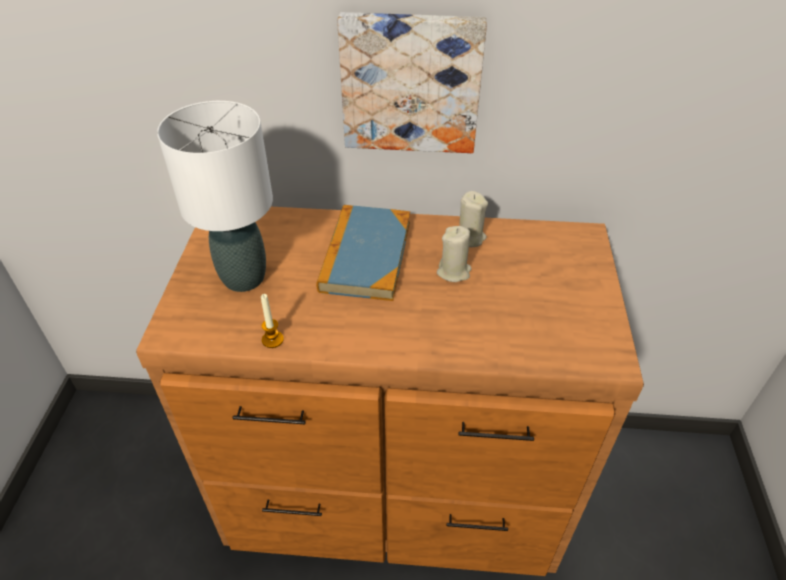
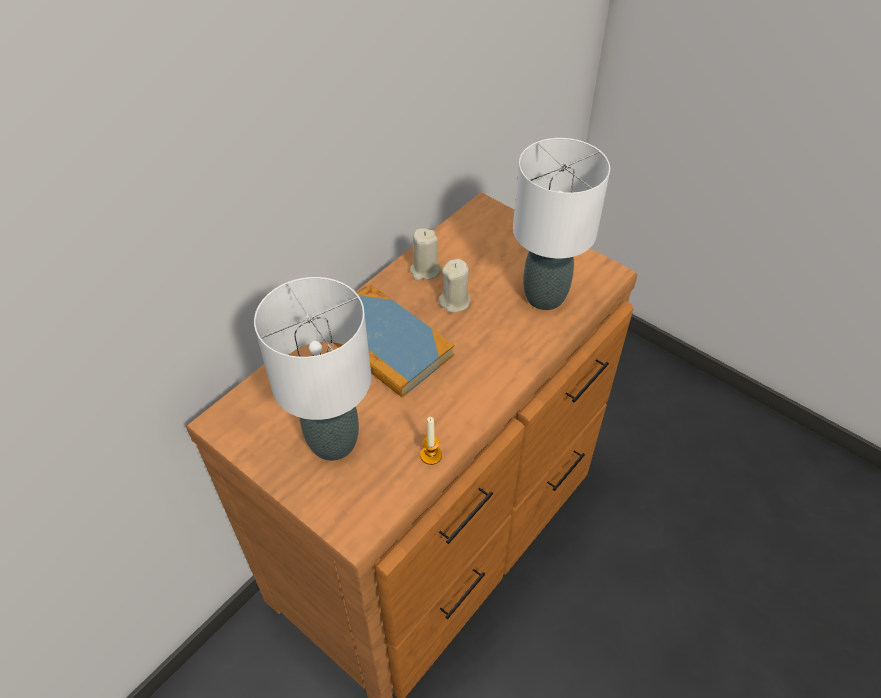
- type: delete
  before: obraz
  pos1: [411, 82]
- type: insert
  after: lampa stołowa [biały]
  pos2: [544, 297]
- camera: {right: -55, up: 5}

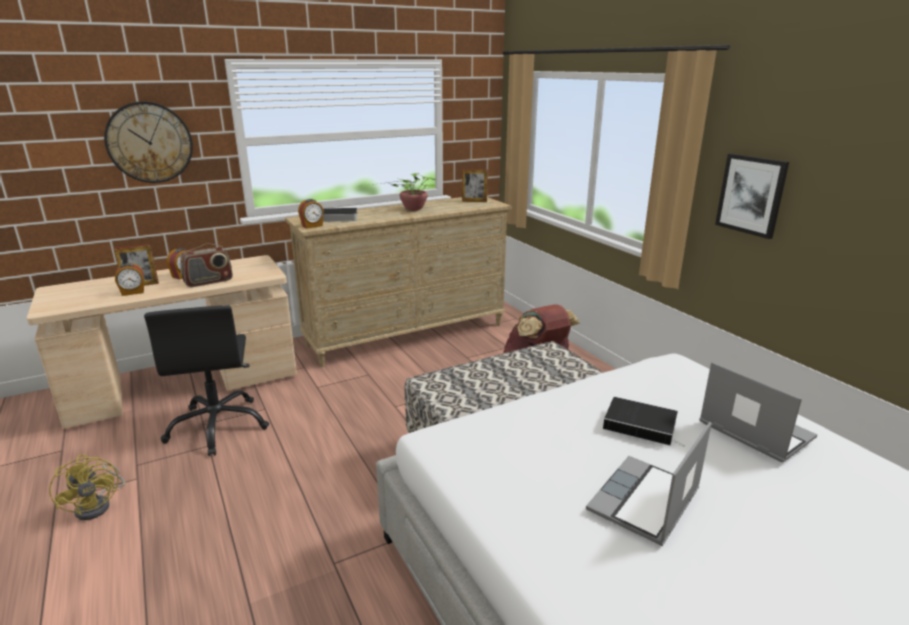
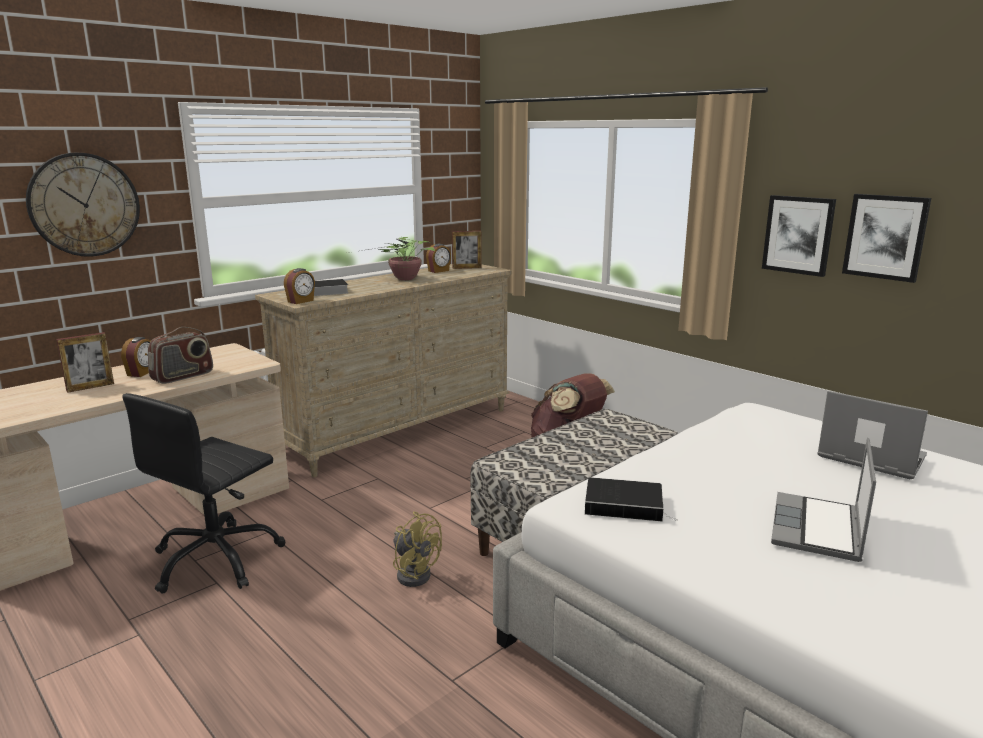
- type: move
  before: wentylator [żółty]
  pos1: [99, 505]
  pos2: [414, 572]
- type: move
  before: budzik
  pos1: [133, 292]
  pos2: [439, 271]
- type: rotate
  before: krzesło biurowe [czarny]
  pos1: [218, 426]
  pos2: [217, 559]
  turn: 60
- type: move
  before: książka
  pos1: [642, 425]
  pos2: [626, 504]
- type: insert
  after: obraz
  pos2: [885, 237]
- camera: {right: -15, up: -5}

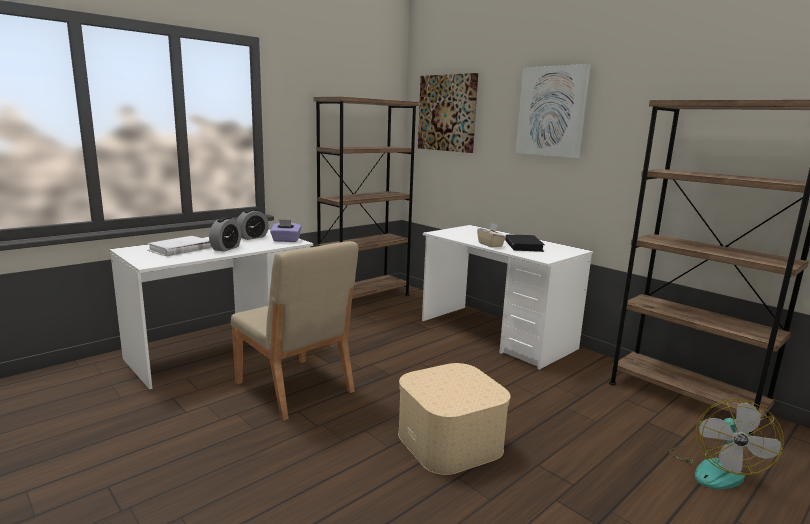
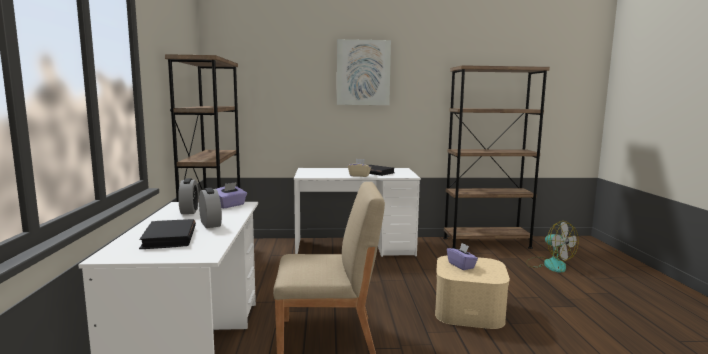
- type: recolor
  before: książka [biały]
  after: książka [czarny]
  pos1: [180, 249]
  pos2: [169, 238]
- type: delete
  before: obraz
  pos1: [447, 113]
- type: insert
  after: pudełko chusteczek [fioletowy]
  pos2: [461, 265]
- camera: {right: -50, up: -5}

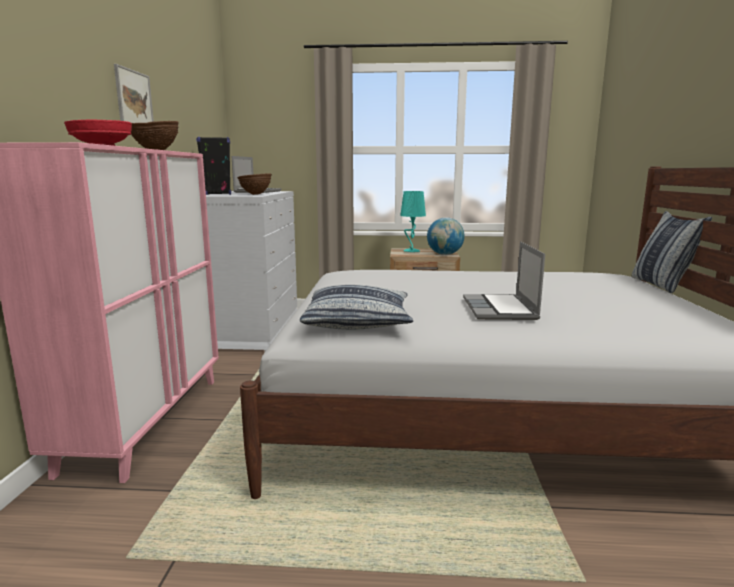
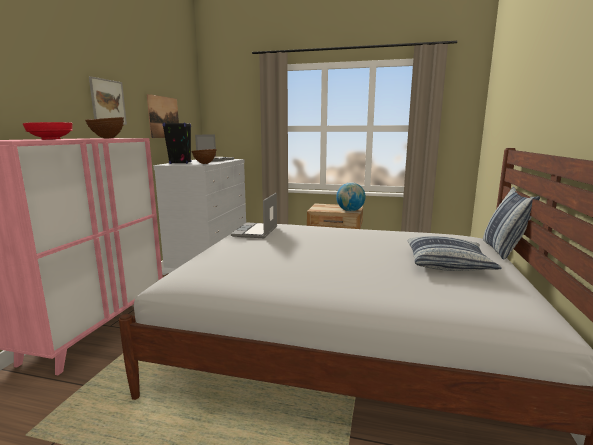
- type: move
  before: poduszka
  pos1: [358, 321]
  pos2: [448, 263]
- type: delete
  before: lampa stołowa [turkusowy]
  pos1: [411, 251]
- type: move
  before: laptop
  pos1: [500, 309]
  pos2: [256, 232]
- type: insert
  after: obraz
  pos2: [164, 117]
- camera: {right: 10, up: 0}

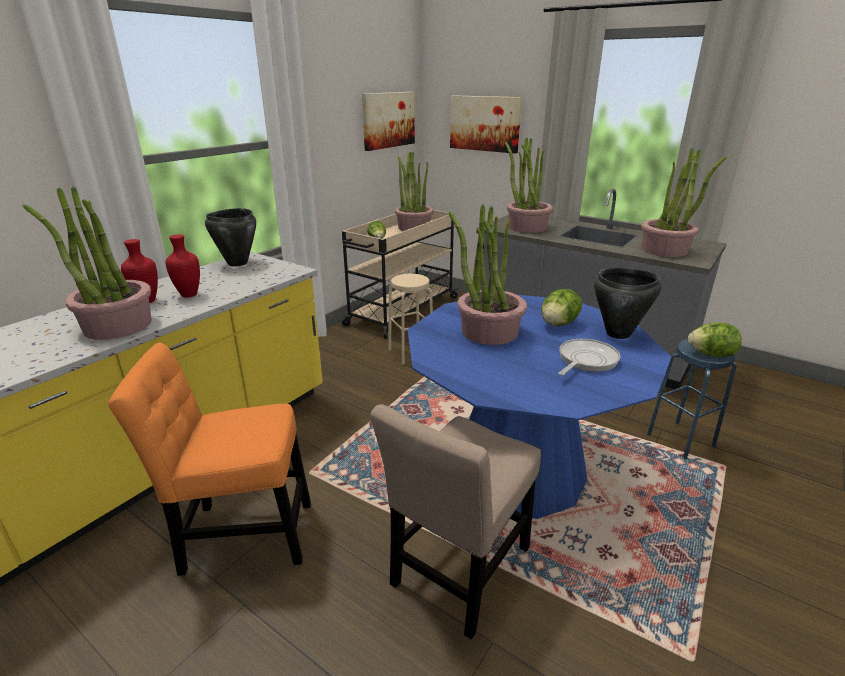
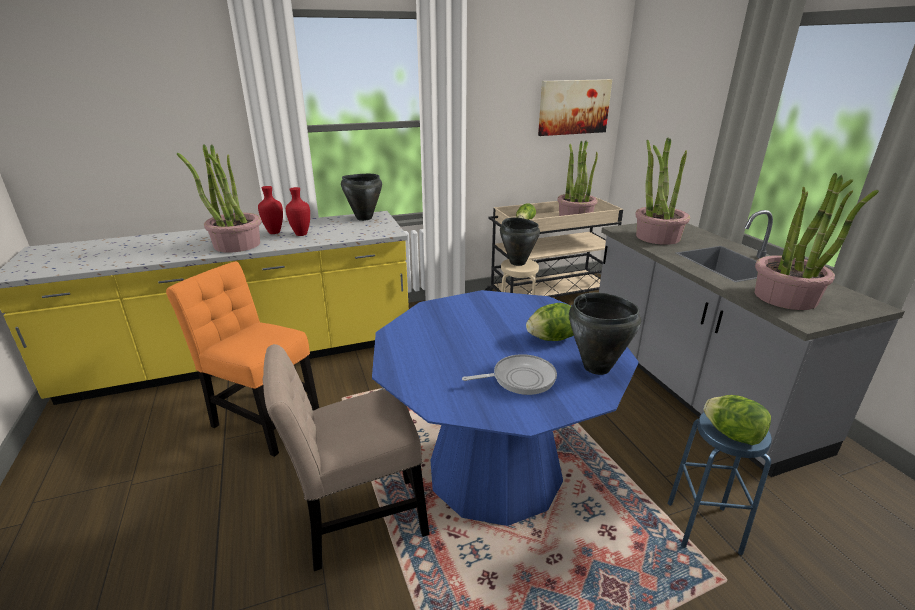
- type: delete
  before: roślina doniczkowa
  pos1: [489, 331]
- type: delete
  before: obraz
  pos1: [485, 123]
- type: insert
  after: garnek [czarny]
  pos2: [517, 262]
- camera: {right: 35, up: 0}

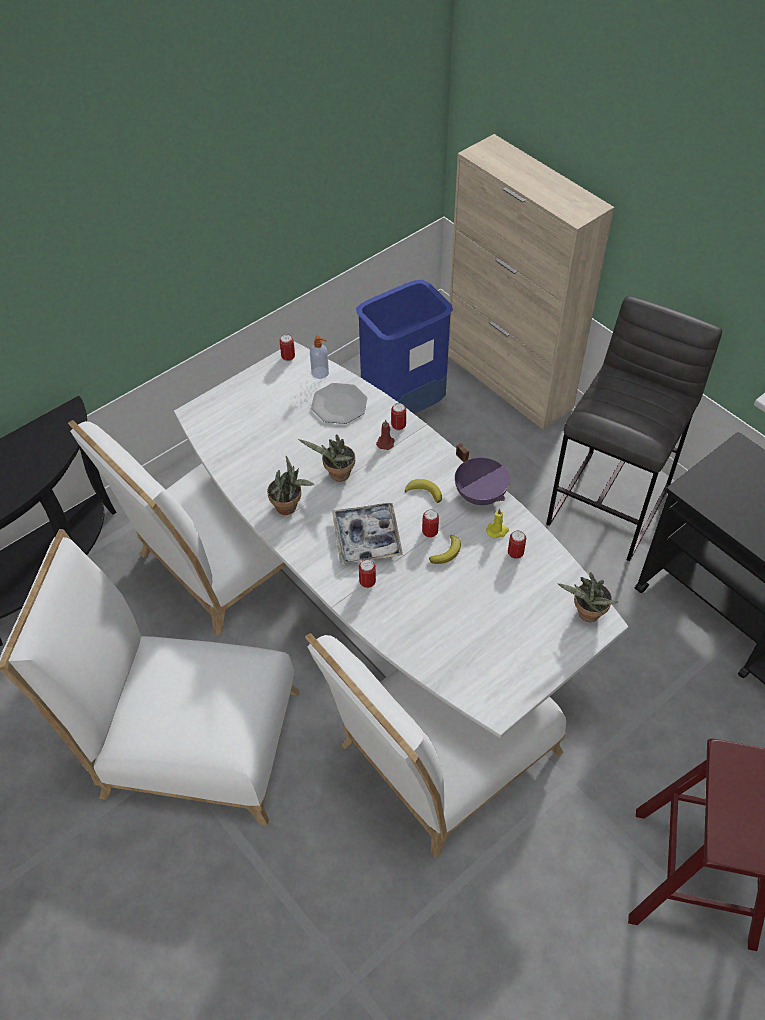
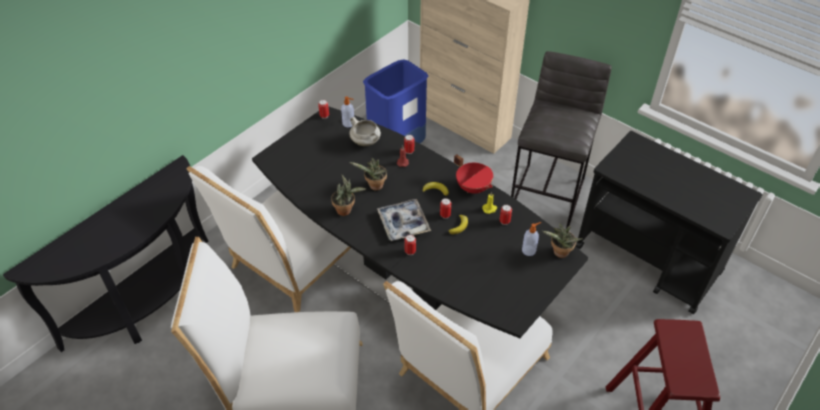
- type: recolor
  before: stół jadalny [biały]
  after: stół jadalny [czarny]
  pos1: [383, 608]
  pos2: [409, 280]
- type: replace
  before: talerz
  after: garnek [biały]
  pos1: [339, 405]
  pos2: [366, 142]
- type: recolor
  before: garnek [fioletowy]
  after: garnek [czerwony]
  pos1: [480, 494]
  pos2: [473, 187]
- type: insert
  after: dozownik mydła
  pos2: [529, 250]
- camera: {right: -10, up: -5}

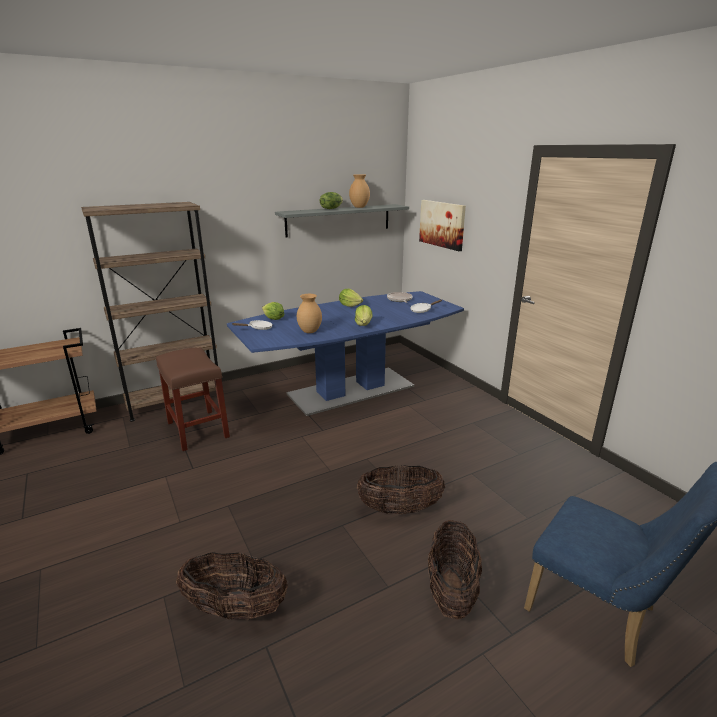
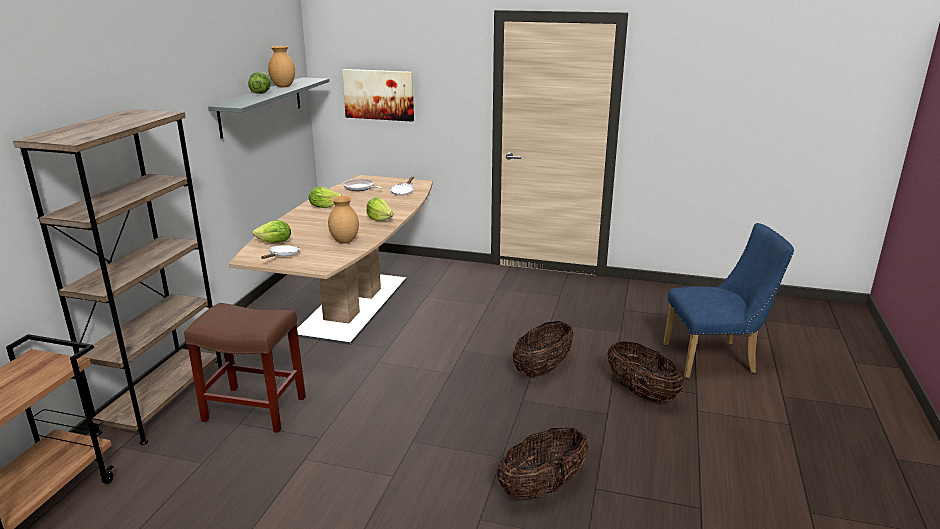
- type: recolor
  before: stół jadalny [niebieski]
  after: stół jadalny [brązowy]
  pos1: [350, 390]
  pos2: [353, 306]
- camera: {right: -45, up: 0}

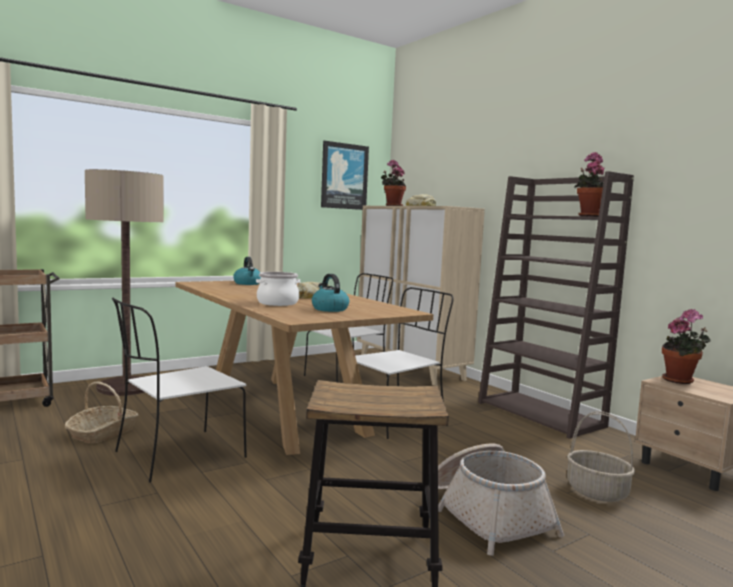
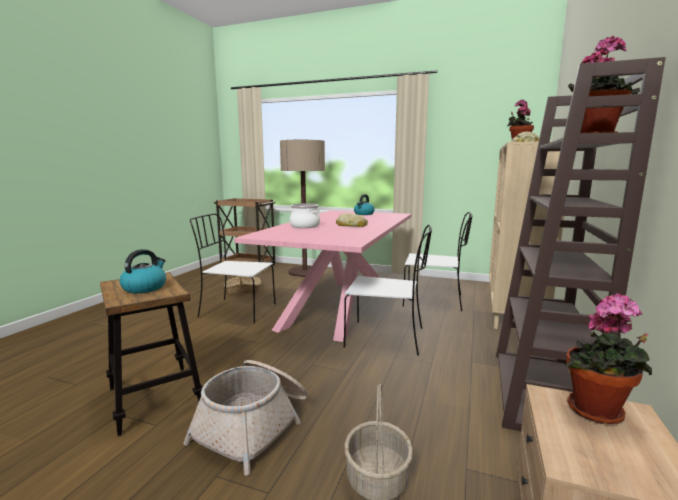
- type: recolor
  before: stół jadalny [brązowy]
  after: stół jadalny [różowy]
  pos1: [283, 408]
  pos2: [340, 306]
- type: move
  before: czajnik
  pos1: [329, 309]
  pos2: [145, 288]
- type: delete
  before: obraz
  pos1: [344, 176]
- camera: {right: 55, up: 5}

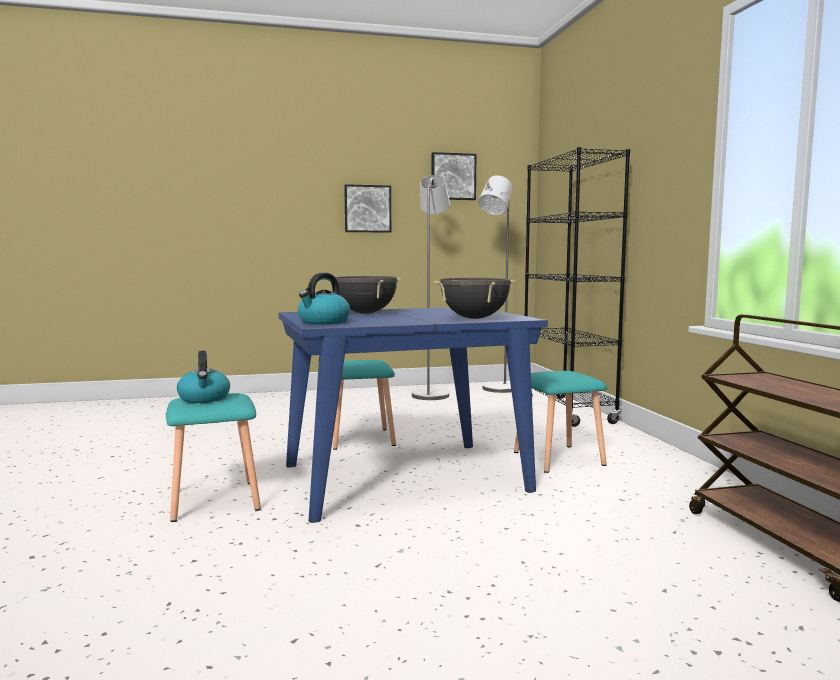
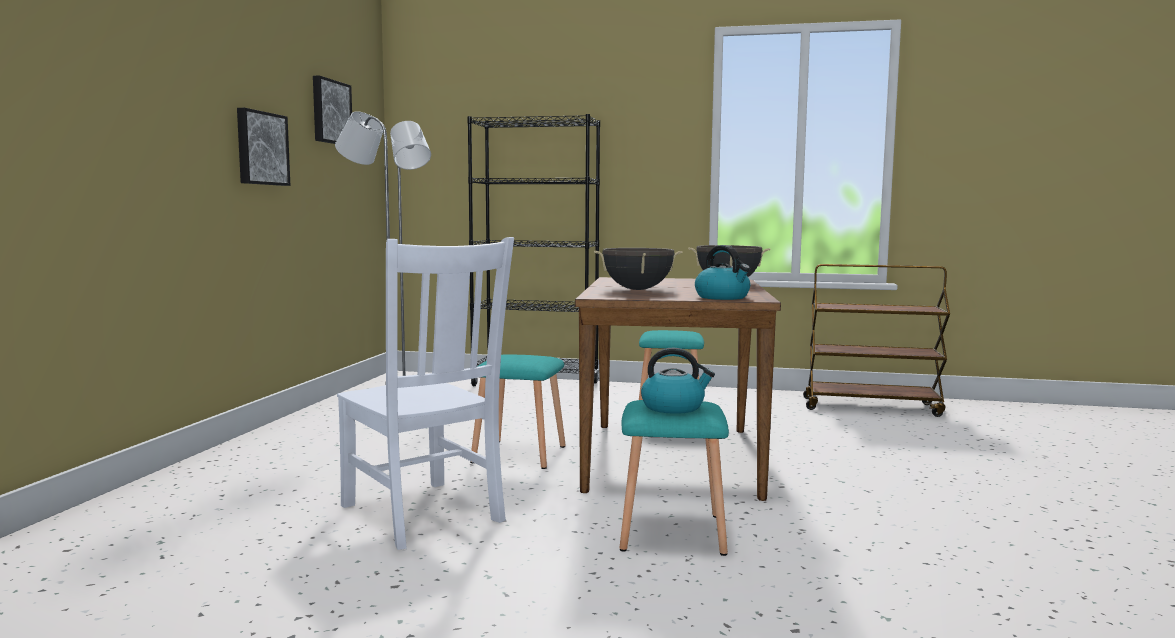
- type: recolor
  before: stół jadalny [niebieski]
  after: stół jadalny [brązowy]
  pos1: [406, 477]
  pos2: [671, 457]
- type: insert
  after: krzesło [biały]
  pos2: [423, 515]
- camera: {right: -65, up: 0}

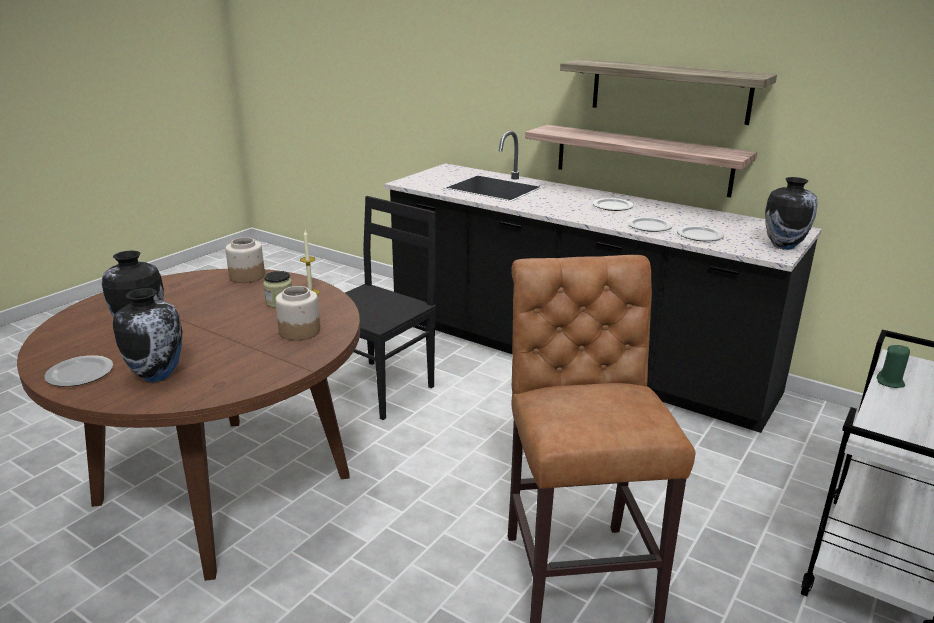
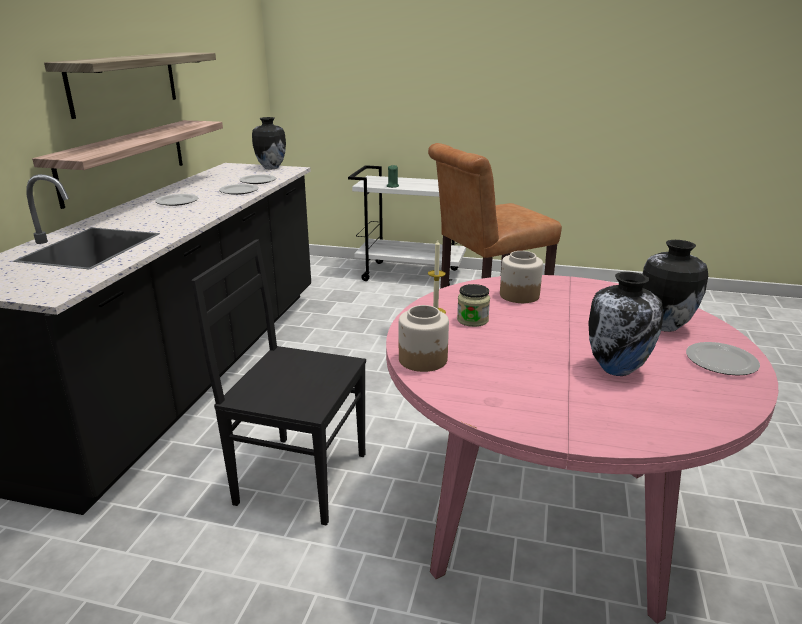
- type: recolor
  before: stół jadalny [brązowy]
  after: stół jadalny [różowy]
  pos1: [224, 489]
  pos2: [546, 519]
- camera: {right: -110, up: 0}

